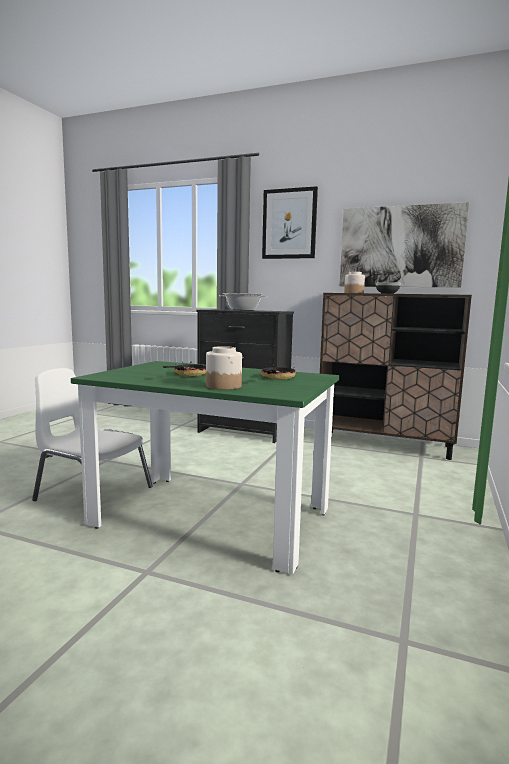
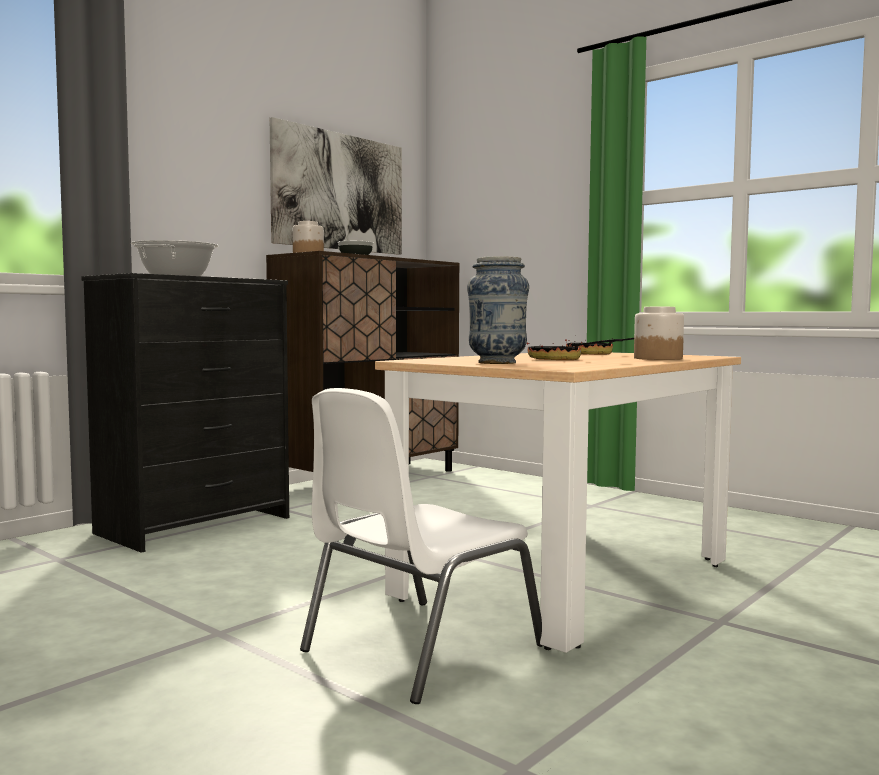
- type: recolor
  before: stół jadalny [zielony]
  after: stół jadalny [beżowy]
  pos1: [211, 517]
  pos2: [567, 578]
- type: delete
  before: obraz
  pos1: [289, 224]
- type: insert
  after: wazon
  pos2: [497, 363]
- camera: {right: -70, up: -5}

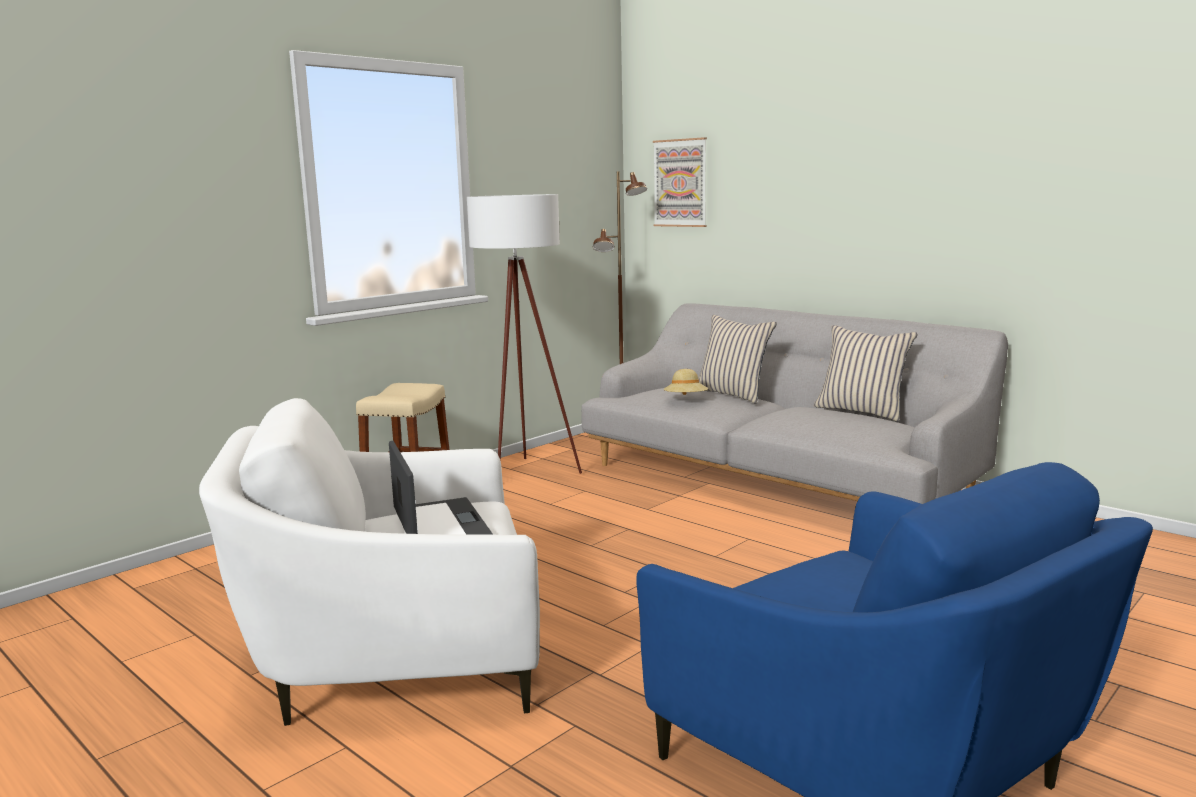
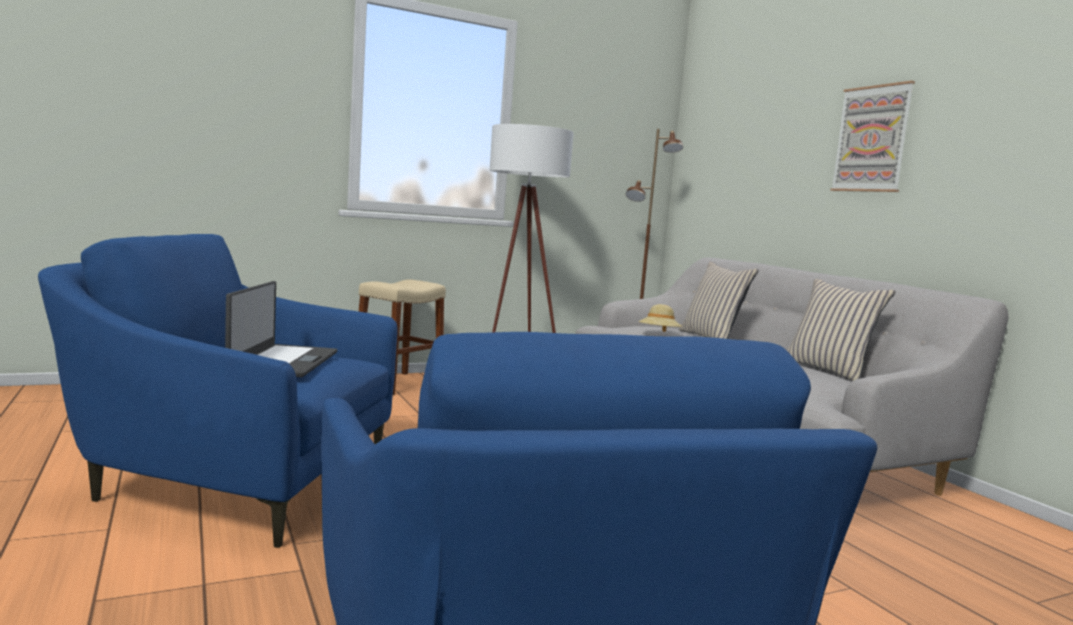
- type: recolor
  before: fotel [biały]
  after: fotel [niebieski]
  pos1: [394, 660]
  pos2: [233, 480]
- type: move
  before: obraz
  pos1: [680, 183]
  pos2: [872, 139]
- camera: {right: 20, up: -5}

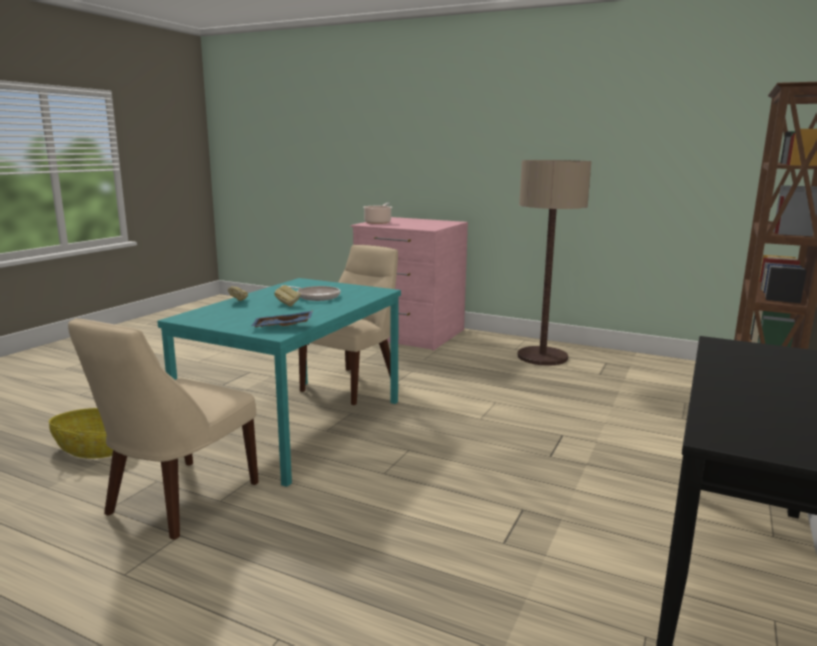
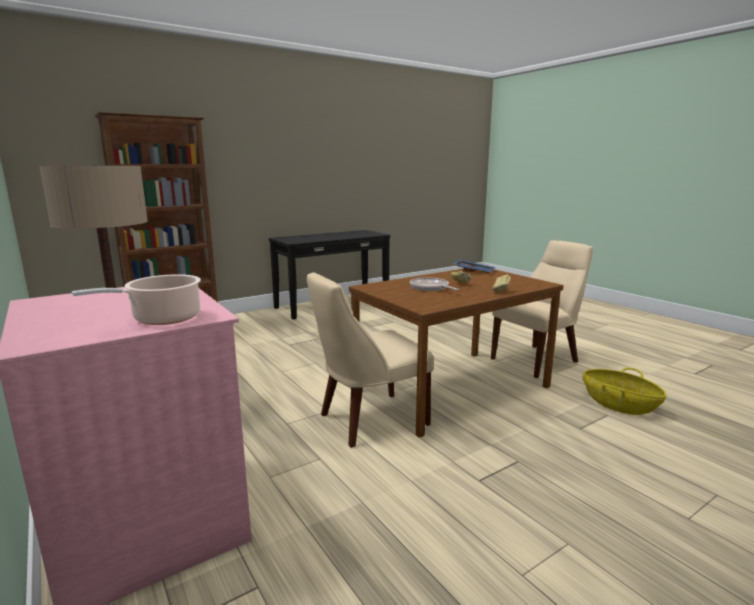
- type: recolor
  before: stół jadalny [turkusowy]
  after: stół jadalny [brązowy]
  pos1: [296, 424]
  pos2: [451, 389]
- camera: {right: -150, up: 0}

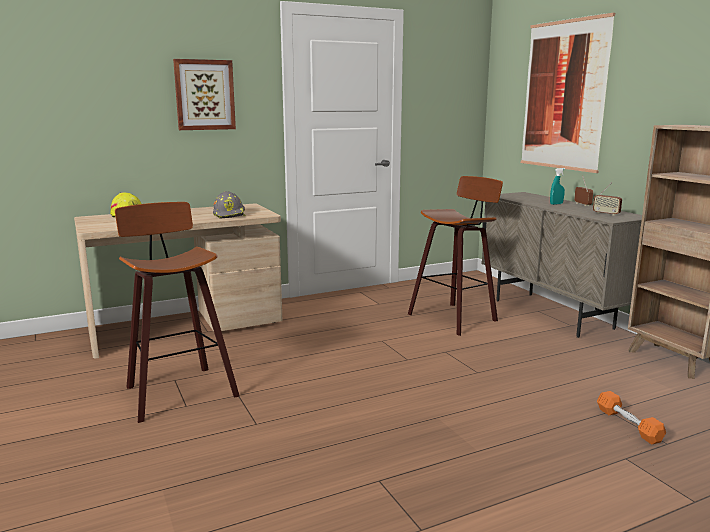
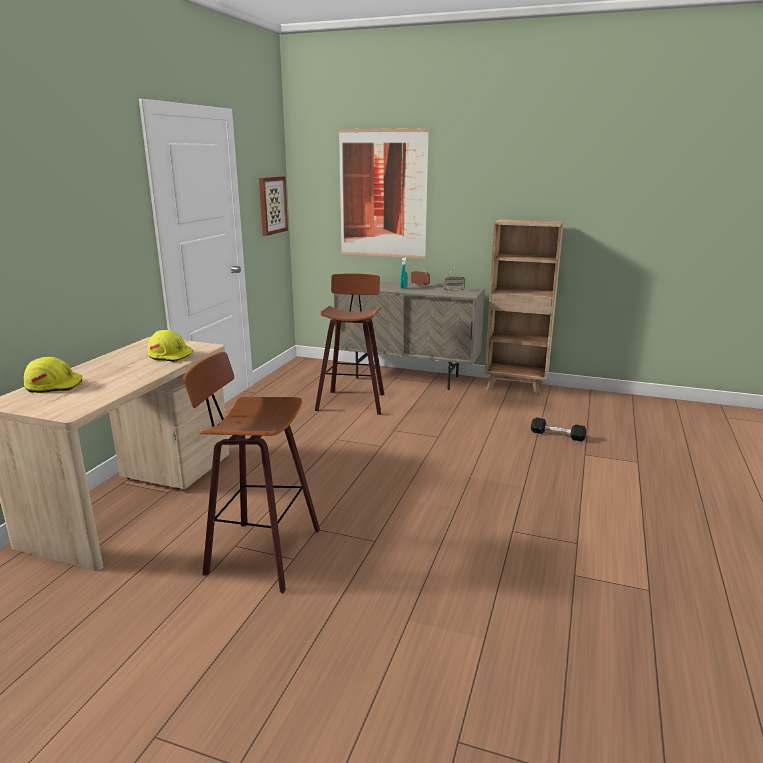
- type: move
  before: obraz
  pos1: [204, 95]
  pos2: [272, 205]
- type: recolor
  before: kask [szary]
  after: kask [żółty]
  pos1: [230, 215]
  pos2: [171, 355]
- type: recolor
  before: hantel [pomarańczowy]
  after: hantel [czarny]
  pos1: [628, 425]
  pos2: [557, 435]
- camera: {right: -45, up: 5}

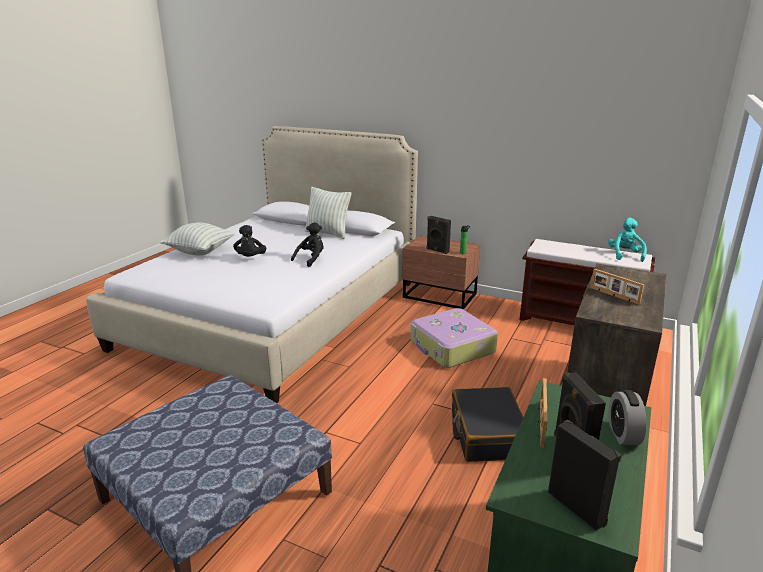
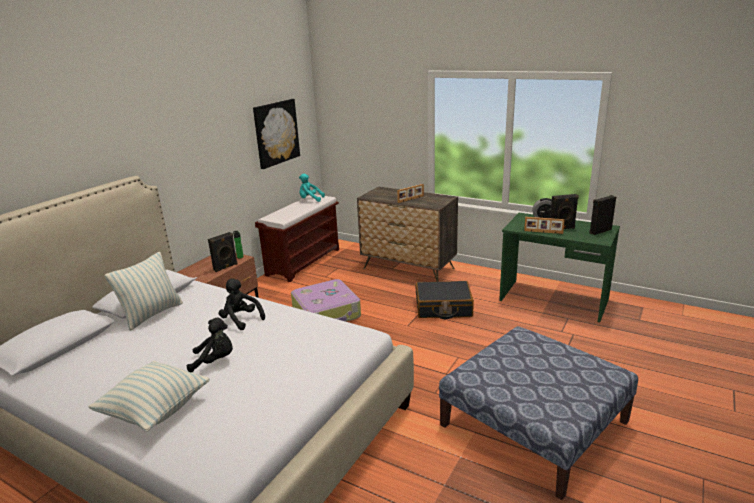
- type: insert
  after: obraz
  pos2: [276, 133]
- camera: {right: -85, up: 0}

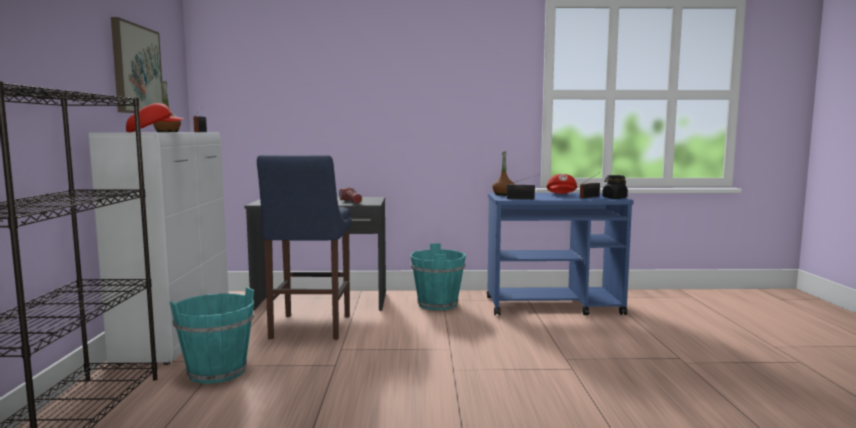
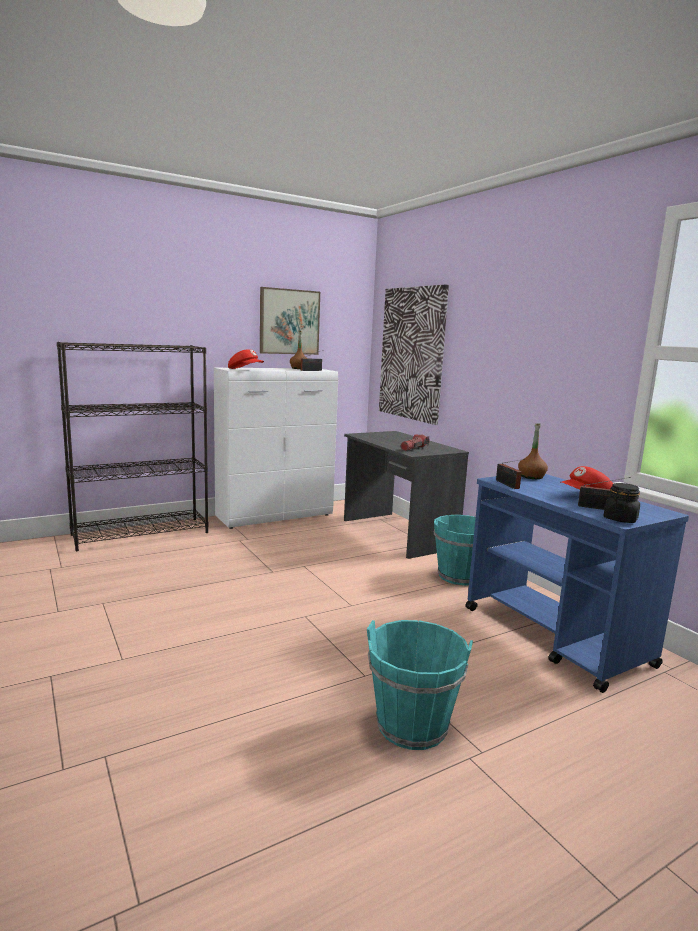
- type: move
  before: wiadro [turkusowy]
  pos1: [217, 372]
  pos2: [412, 725]
- type: delete
  before: stołek [niebieski]
  pos1: [309, 328]
- type: insert
  after: obraz
  pos2: [412, 353]
- camera: {right: 60, up: 5}

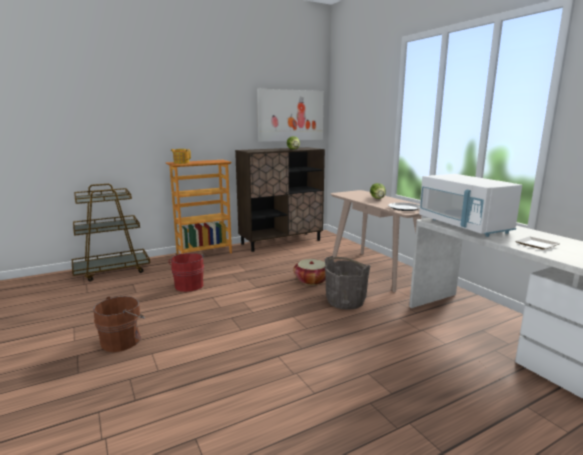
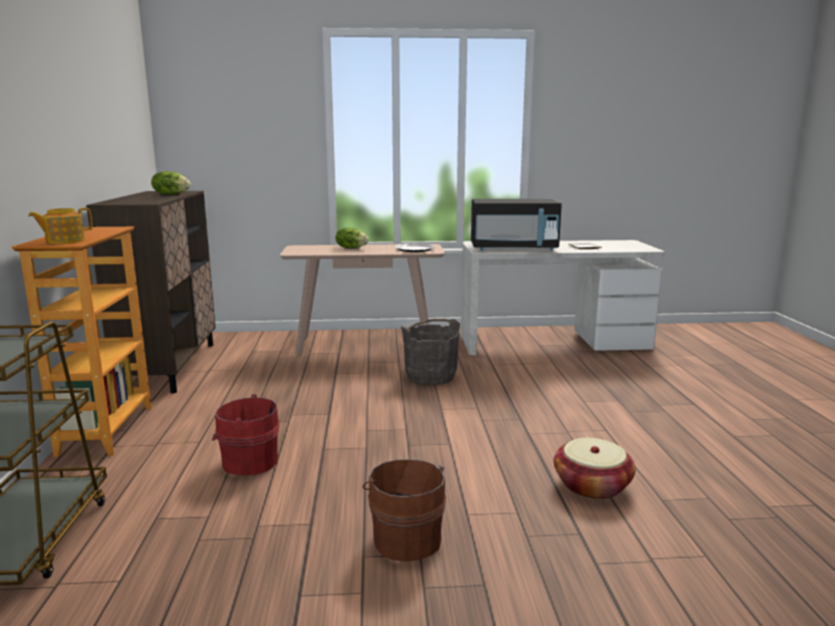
- type: delete
  before: obraz
  pos1: [290, 115]
- type: move
  before: koszyk
  pos1: [311, 280]
  pos2: [592, 486]
- type: recolor
  before: mikrofalówka [biały]
  after: mikrofalówka [czarny]
  pos1: [463, 226]
  pos2: [513, 248]
- camera: {right: -65, up: 0}

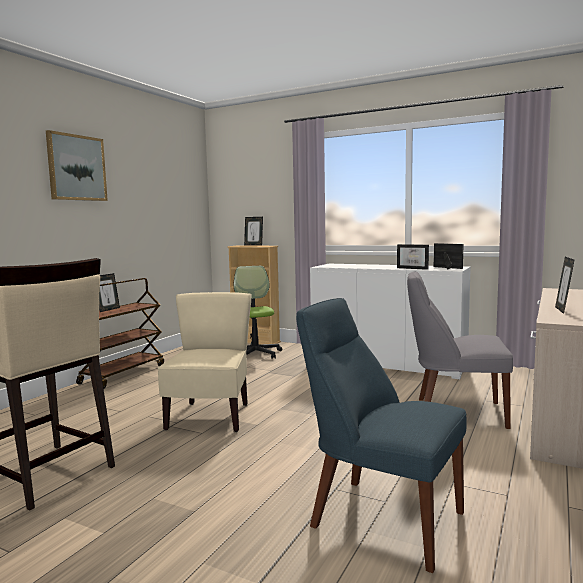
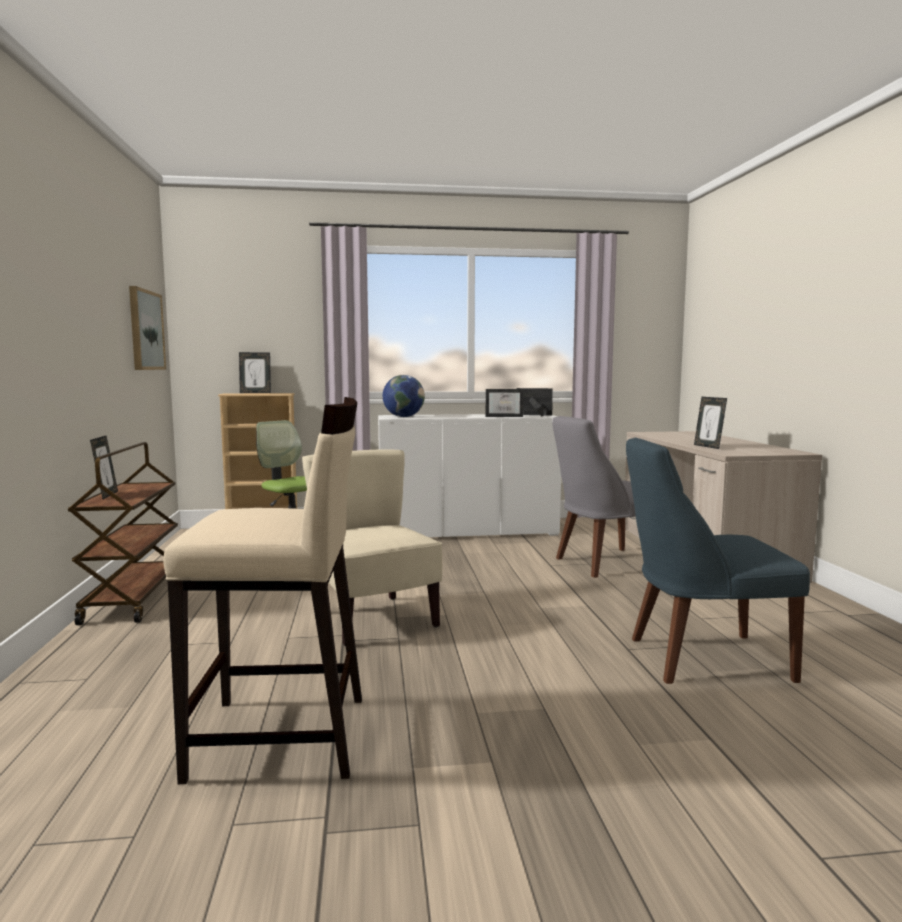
- type: move
  before: obraz
  pos1: [76, 168]
  pos2: [145, 330]
- type: insert
  after: globus
  pos2: [403, 417]
- camera: {right: -35, up: 0}

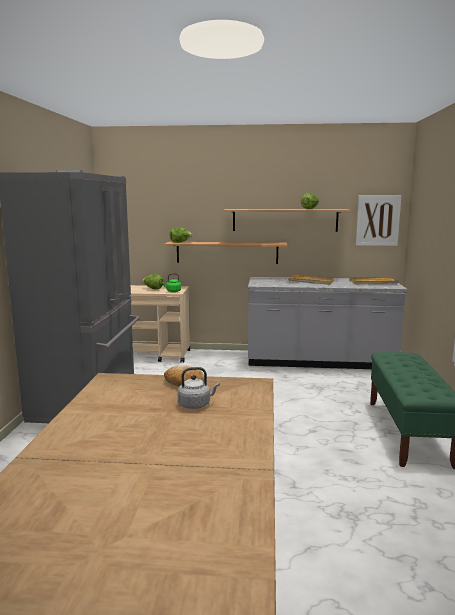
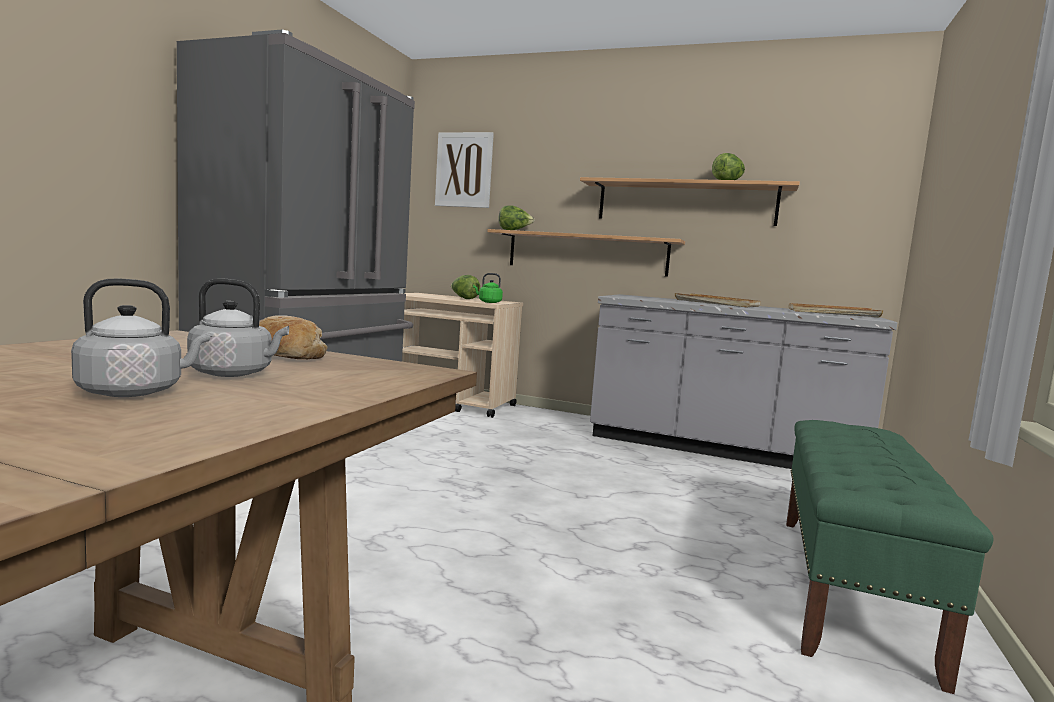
- type: move
  before: obraz
  pos1: [378, 220]
  pos2: [464, 170]
- type: insert
  after: czajnik [szary]
  pos2: [136, 392]
- camera: {right: 15, up: -5}

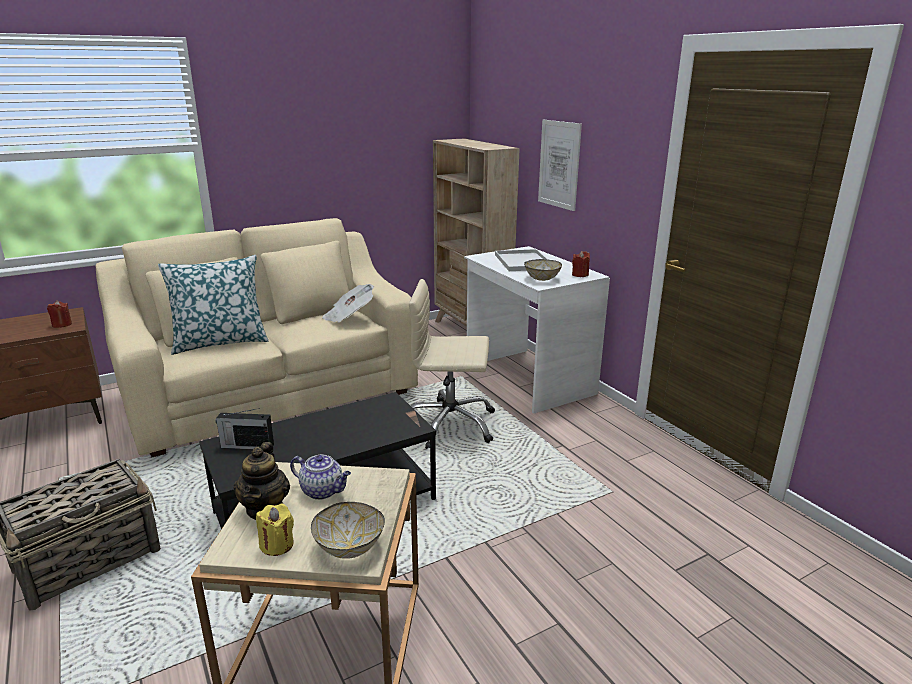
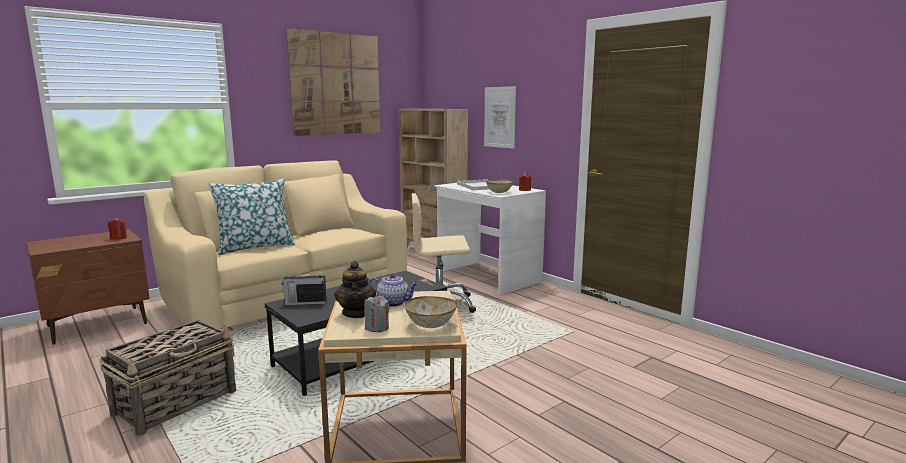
- type: recolor
  before: świeca [żółty]
  after: świeca [szary]
  pos1: [277, 545]
  pos2: [377, 327]
- type: delete
  before: gazeta
  pos1: [349, 316]
- type: insert
  after: obraz
  pos2: [336, 84]
- camera: {right: -10, up: -10}

